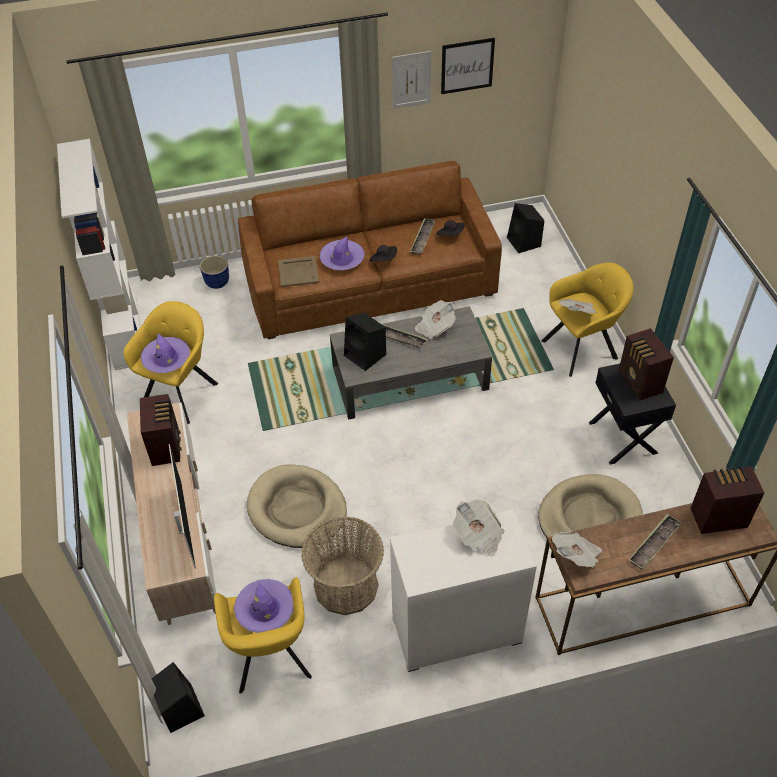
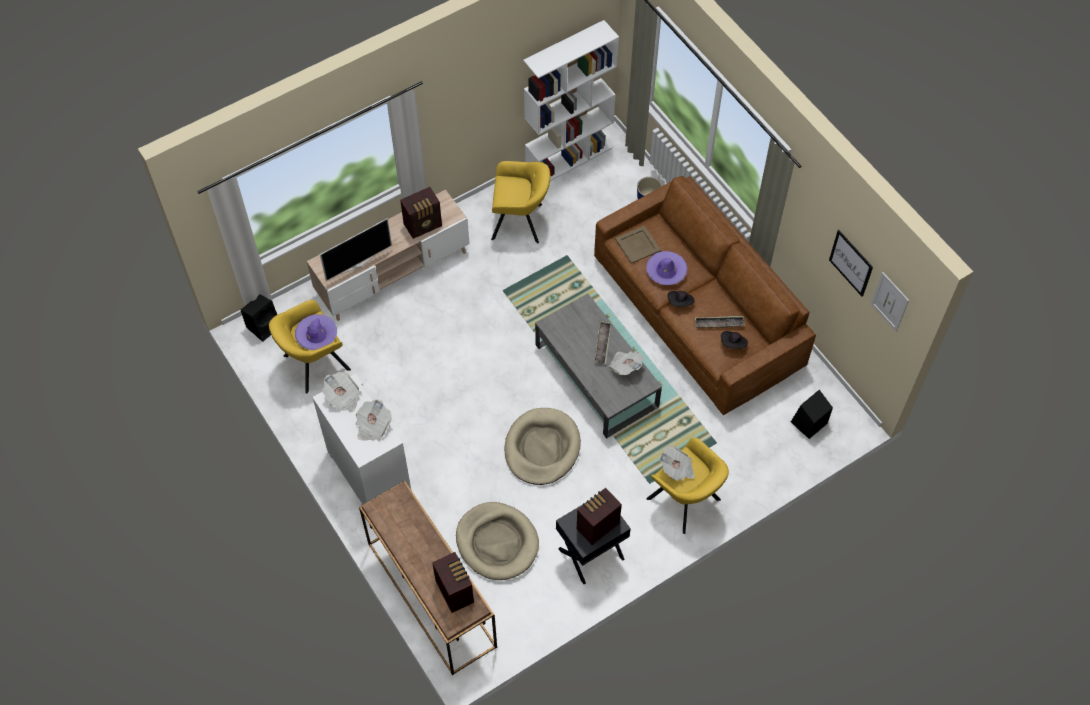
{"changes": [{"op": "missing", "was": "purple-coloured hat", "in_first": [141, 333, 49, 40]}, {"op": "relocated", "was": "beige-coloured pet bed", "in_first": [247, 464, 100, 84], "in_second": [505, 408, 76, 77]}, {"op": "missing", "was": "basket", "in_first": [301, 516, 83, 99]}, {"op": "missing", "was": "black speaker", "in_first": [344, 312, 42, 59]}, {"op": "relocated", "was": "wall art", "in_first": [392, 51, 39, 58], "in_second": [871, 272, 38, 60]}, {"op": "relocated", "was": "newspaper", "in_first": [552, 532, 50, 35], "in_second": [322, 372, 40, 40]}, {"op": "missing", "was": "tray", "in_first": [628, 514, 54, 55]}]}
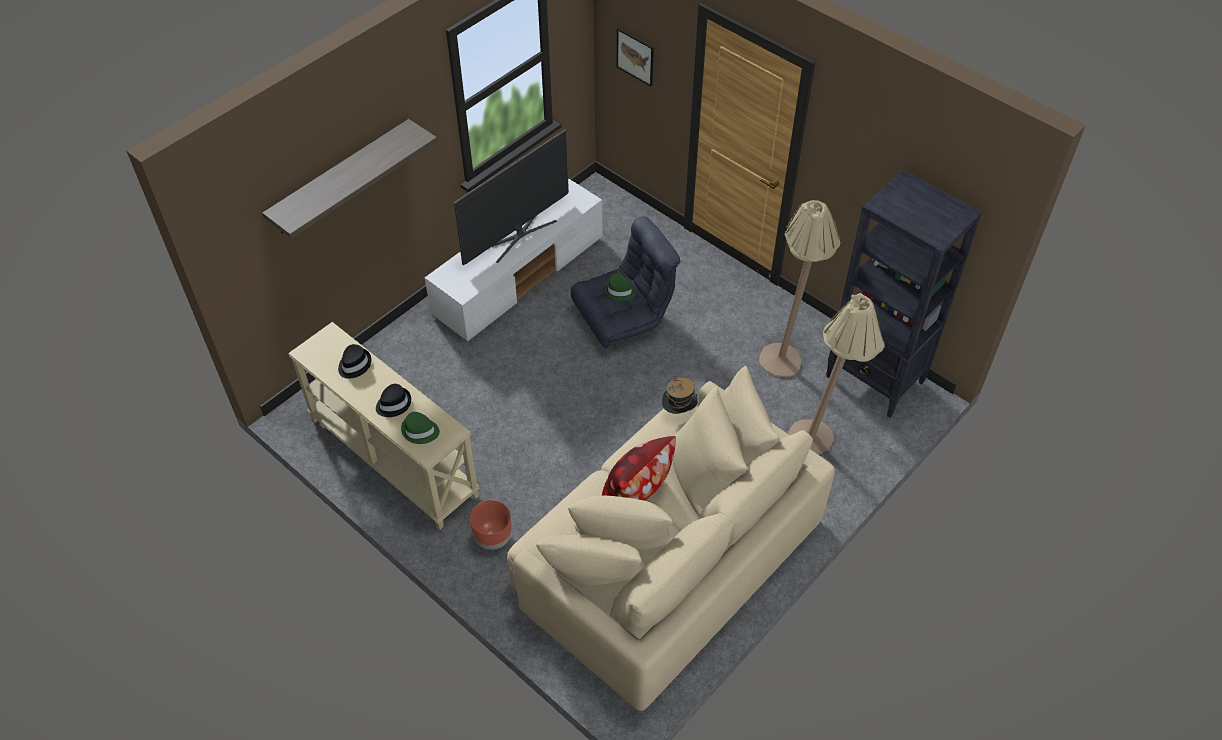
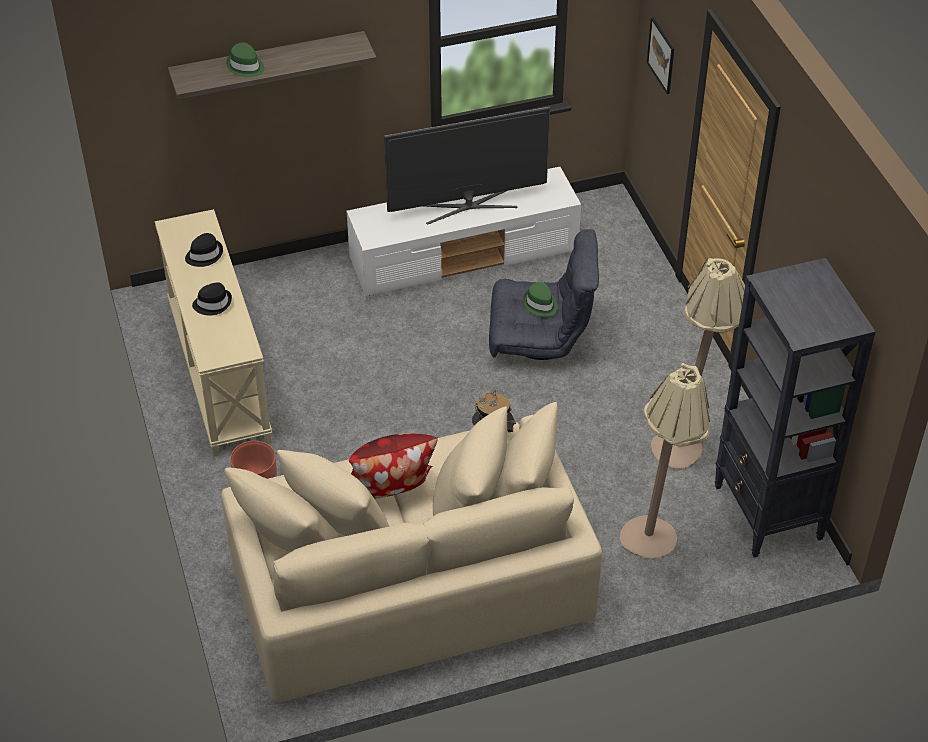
{"changes": [{"op": "relocated", "was": "green hat", "in_first": [401, 412, 39, 32], "in_second": [226, 42, 38, 36]}]}
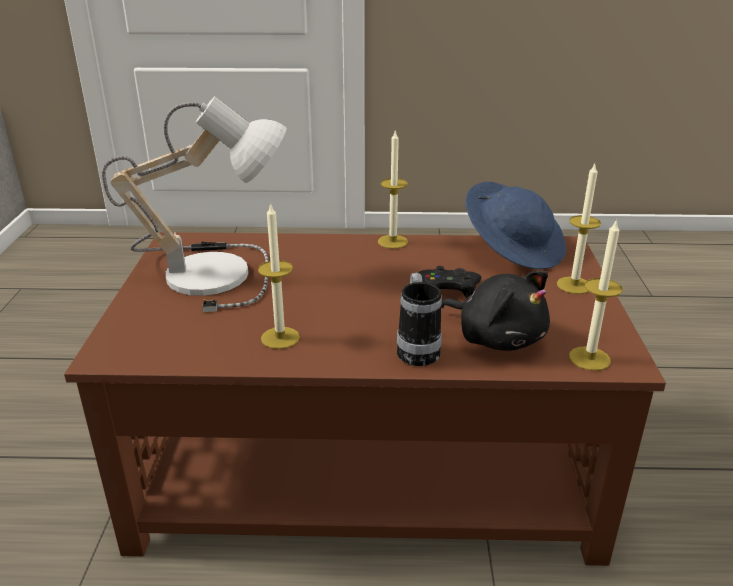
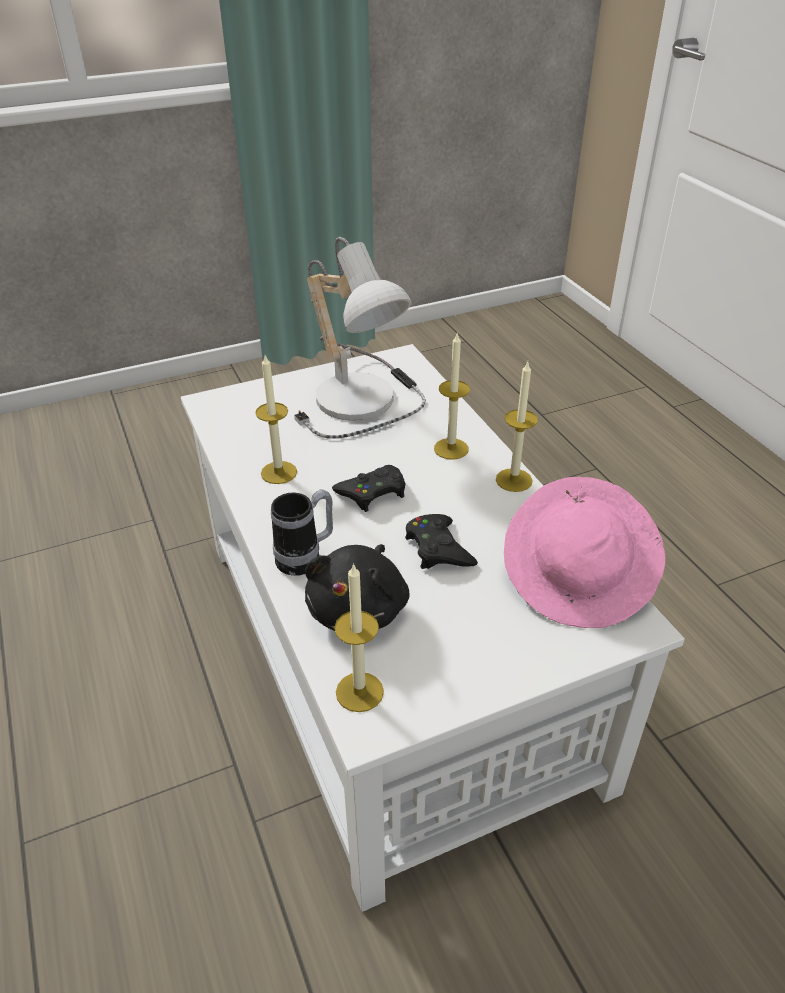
{"changes": [{"op": "colour", "was": "brown lounge table", "now": "white lounge table", "in_first": [64, 232, 602, 334], "in_second": [181, 344, 504, 568]}, {"op": "colour", "was": "blue-coloured hat", "now": "pink-coloured hat", "in_first": [465, 182, 101, 87], "in_second": [504, 477, 161, 151]}, {"op": "relocated", "was": "wax candle", "in_first": [557, 164, 44, 130], "in_second": [434, 333, 36, 127]}, {"op": "appeared", "now": "black gamepad", "in_second": [332, 465, 73, 47]}]}
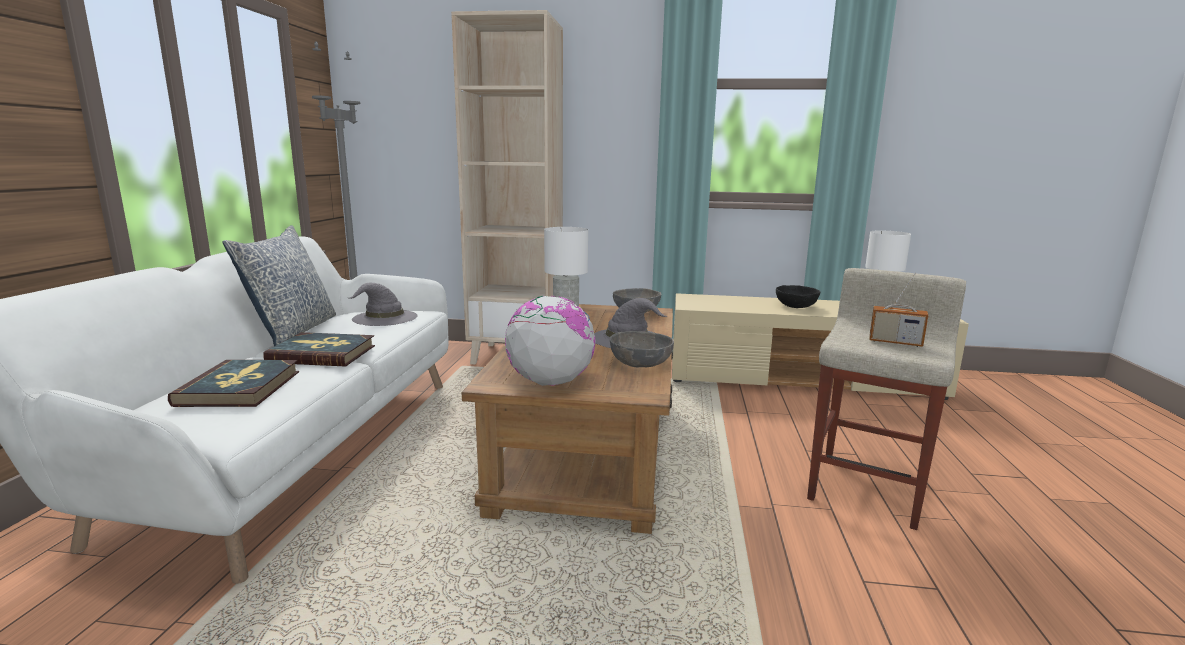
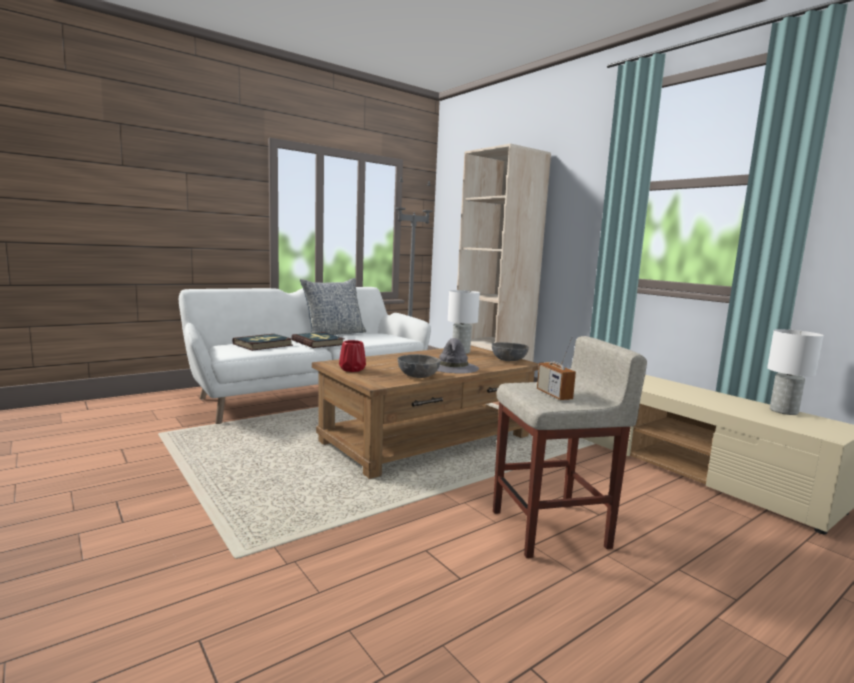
{"changes": [{"op": "missing", "was": "greyish hat", "in_first": [350, 283, 68, 43]}, {"op": "exchanged", "was": "globe", "now": "reddish decorative vase", "in_first": [505, 296, 91, 90], "in_second": [339, 340, 27, 32]}, {"op": "missing", "was": "black bowl", "in_first": [776, 285, 44, 23]}]}
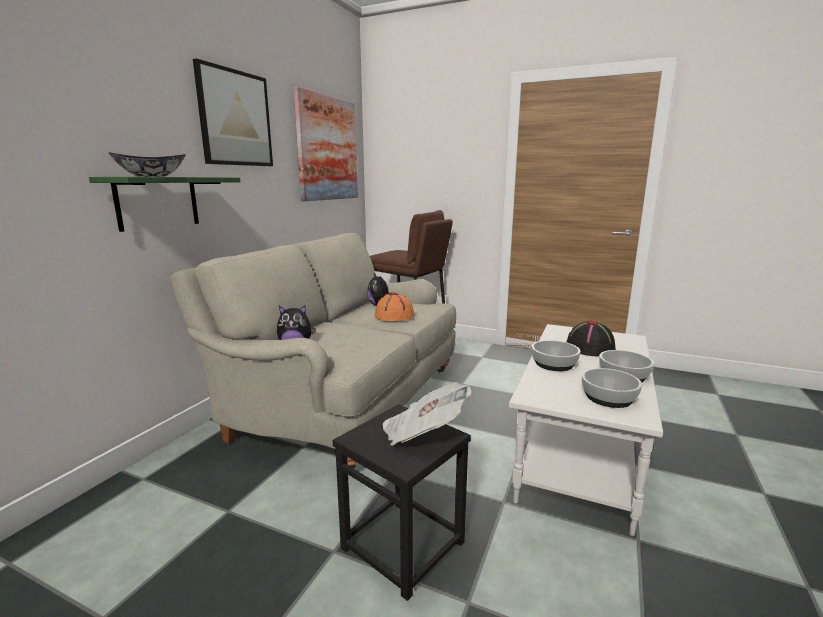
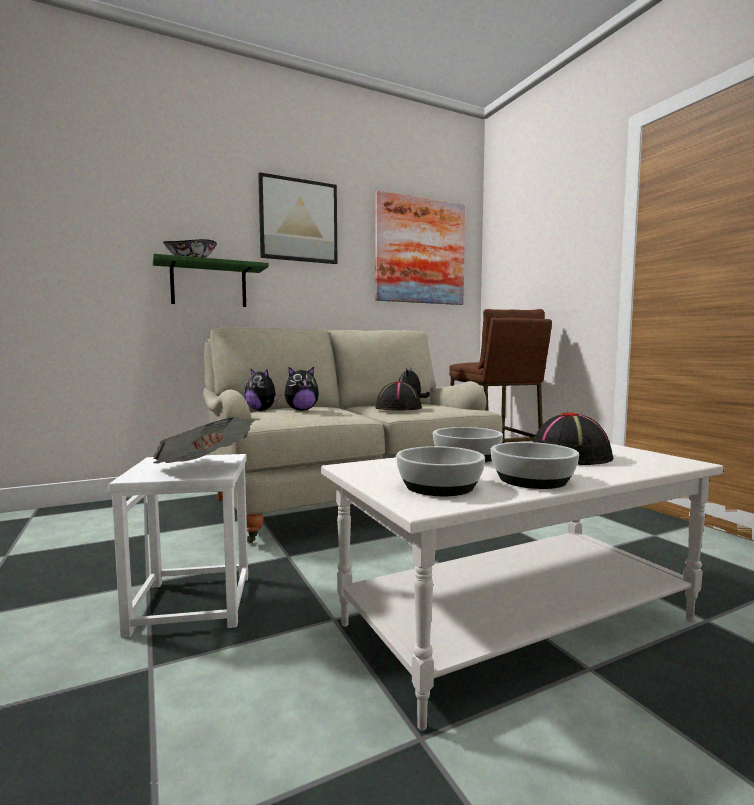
{"changes": [{"op": "colour", "was": "black stool", "now": "white stool", "in_first": [333, 404, 138, 197], "in_second": [108, 454, 140, 184]}, {"op": "colour", "was": "orangey hat", "now": "black hat", "in_first": [375, 292, 39, 29], "in_second": [376, 381, 46, 30]}, {"op": "appeared", "now": "cuddly toy", "in_second": [285, 367, 34, 44]}]}
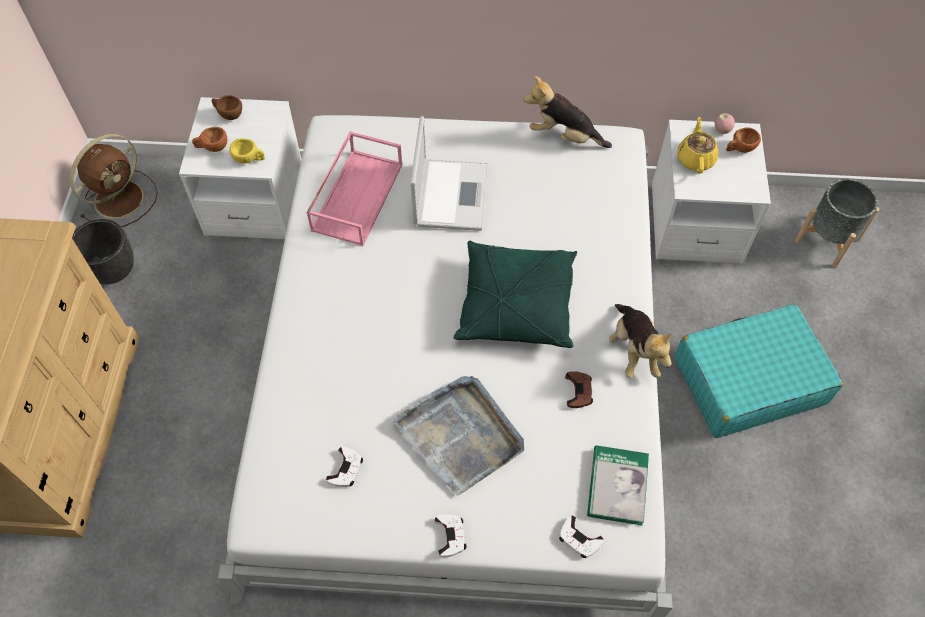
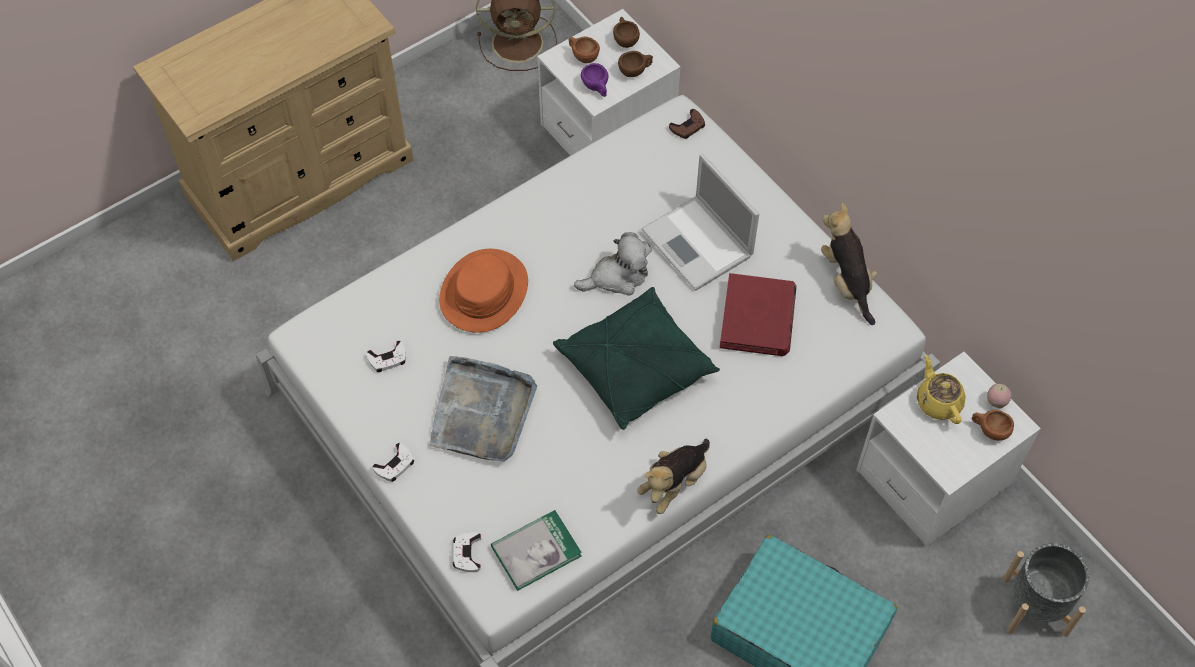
{"changes": [{"op": "missing", "was": "black planter", "in_first": [72, 219, 62, 65]}, {"op": "colour", "was": "yellow small cup", "now": "purple-coloured small cup", "in_first": [229, 138, 36, 26], "in_second": [581, 63, 28, 34]}, {"op": "missing", "was": "pink-coloured tray", "in_first": [306, 131, 97, 115]}, {"op": "spun", "was": "portable computer", "in_first": [410, 116, 78, 115], "in_second": [641, 154, 118, 137], "clockwise": 90}, {"op": "relocated", "was": "brown gamepad", "in_first": [565, 371, 28, 37], "in_second": [669, 109, 36, 30]}, {"op": "spun", "was": "yellow pot for tea", "in_first": [677, 117, 42, 57], "in_second": [917, 355, 49, 69], "clockwise": -75}, {"op": "appeared", "now": "orangey hat", "in_second": [439, 249, 89, 84]}, {"op": "appeared", "now": "cuddly toy", "in_second": [574, 232, 78, 64]}, {"op": "appeared", "now": "brown small cup", "in_second": [618, 51, 35, 26]}, {"op": "appeared", "now": "reddish bound book", "in_second": [720, 273, 77, 83]}]}
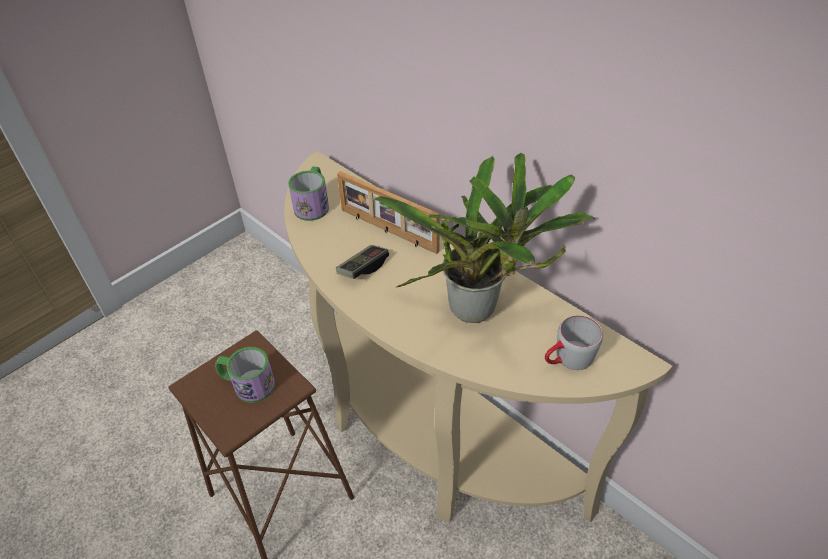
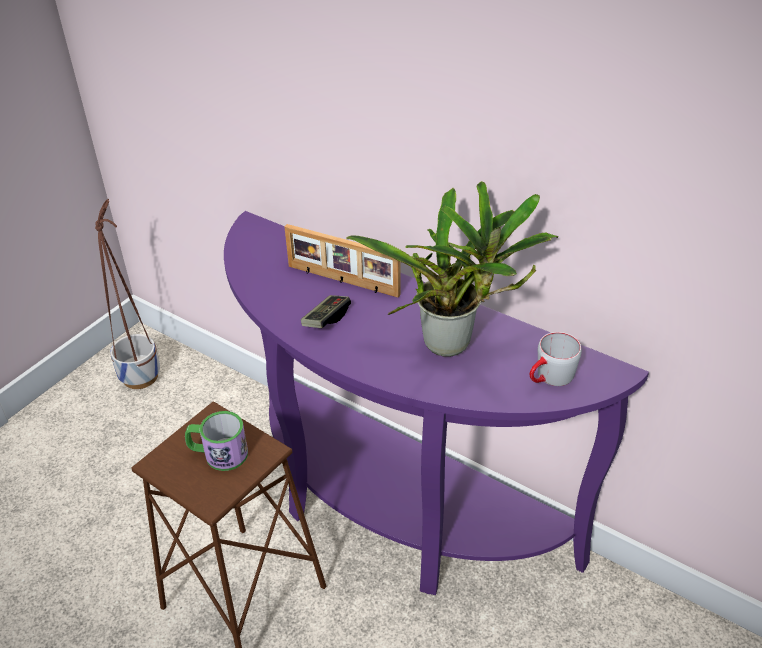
{"changes": [{"op": "colour", "was": "beige-coloured console table", "now": "purple-coloured console table", "in_first": [284, 151, 389, 371], "in_second": [224, 211, 425, 384]}, {"op": "missing", "was": "tea mug", "in_first": [288, 166, 41, 55]}, {"op": "appeared", "now": "planter", "in_second": [95, 199, 65, 190]}]}
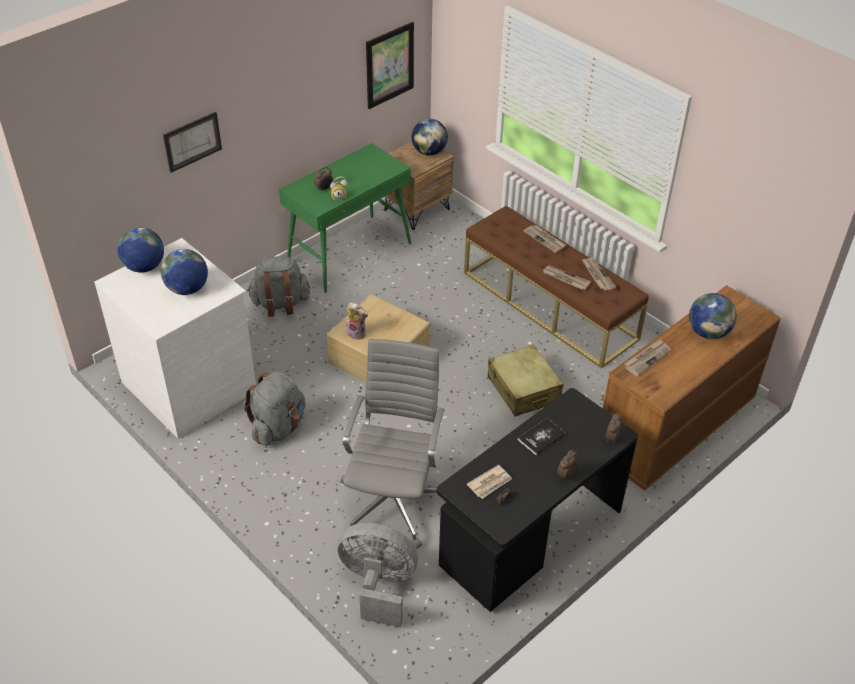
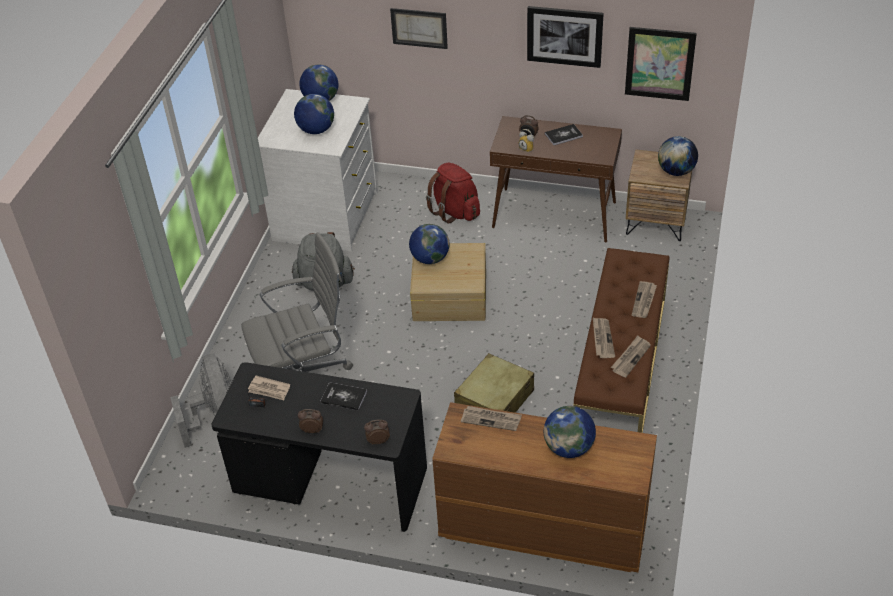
{"changes": [{"op": "colour", "was": "greyish backpack", "now": "reddish backpack", "in_first": [247, 256, 63, 61], "in_second": [426, 163, 54, 60]}, {"op": "colour", "was": "green console table", "now": "brown console table", "in_first": [279, 143, 132, 150], "in_second": [490, 116, 132, 127]}, {"op": "exchanged", "was": "cuddly toy", "now": "globe", "in_first": [346, 302, 22, 38], "in_second": [409, 224, 40, 40]}, {"op": "appeared", "now": "wall art", "in_second": [527, 6, 77, 62]}, {"op": "appeared", "now": "bound book", "in_second": [545, 124, 38, 21]}]}
